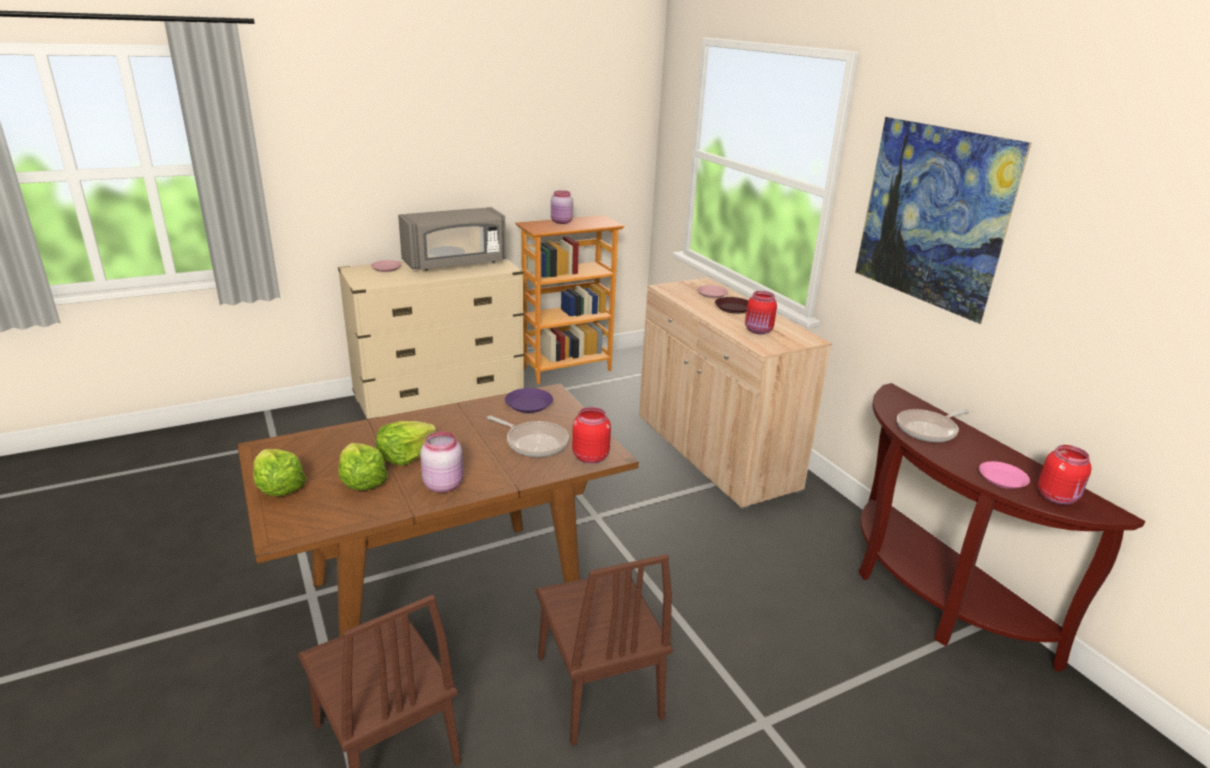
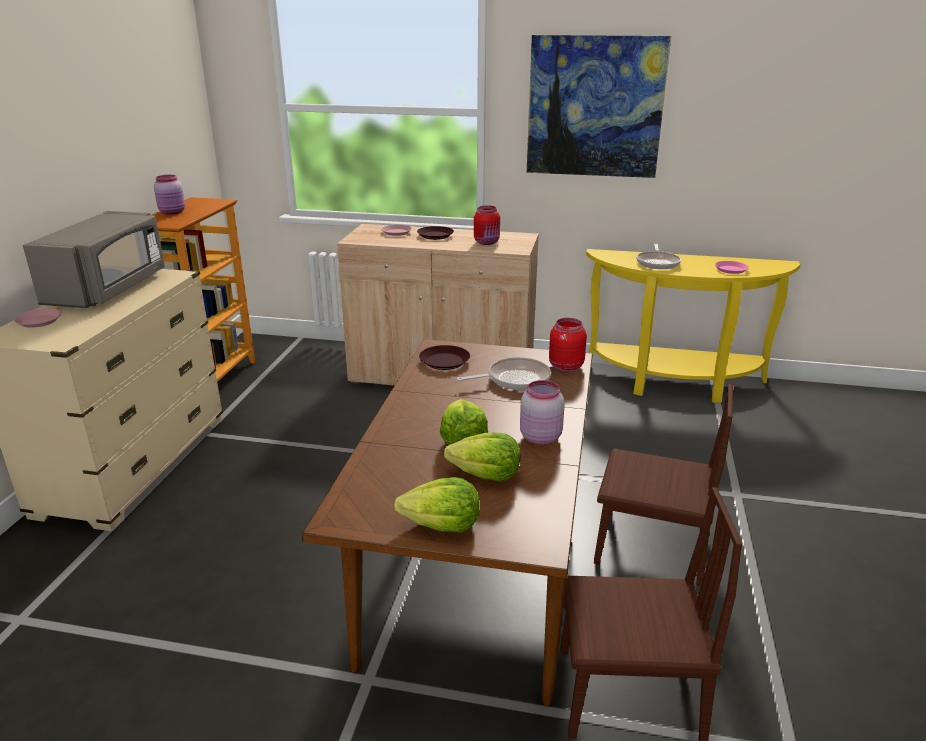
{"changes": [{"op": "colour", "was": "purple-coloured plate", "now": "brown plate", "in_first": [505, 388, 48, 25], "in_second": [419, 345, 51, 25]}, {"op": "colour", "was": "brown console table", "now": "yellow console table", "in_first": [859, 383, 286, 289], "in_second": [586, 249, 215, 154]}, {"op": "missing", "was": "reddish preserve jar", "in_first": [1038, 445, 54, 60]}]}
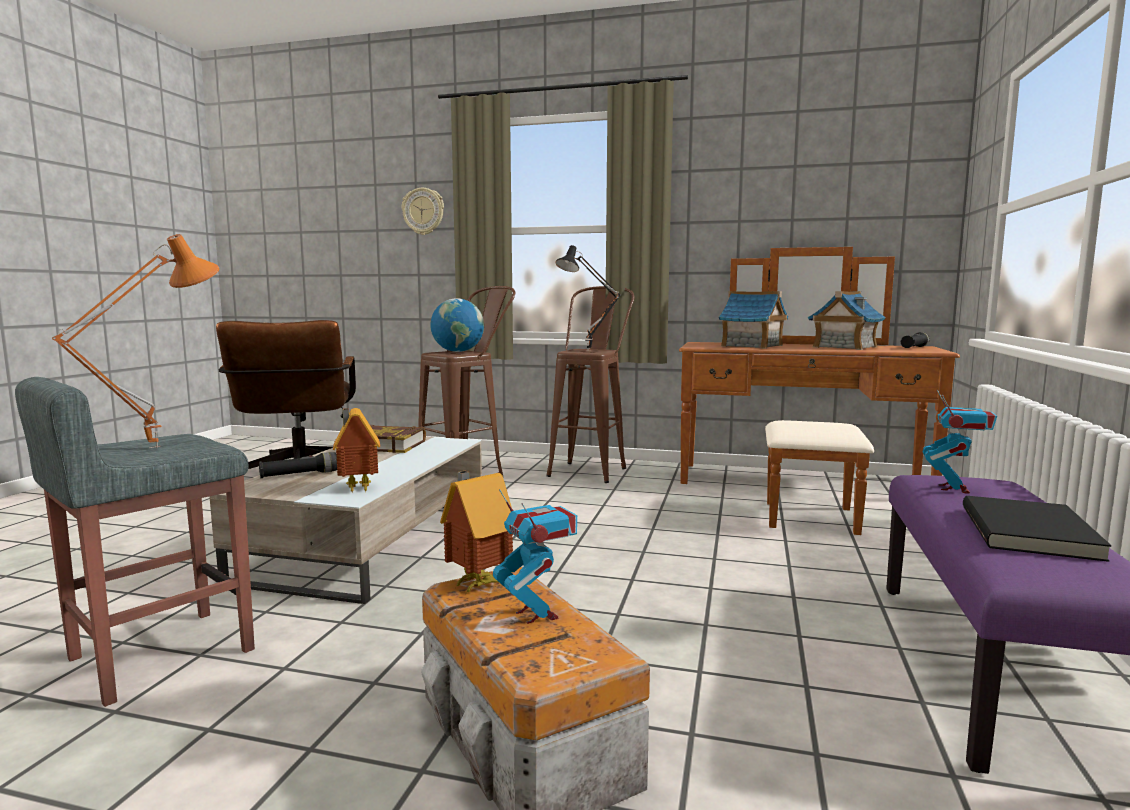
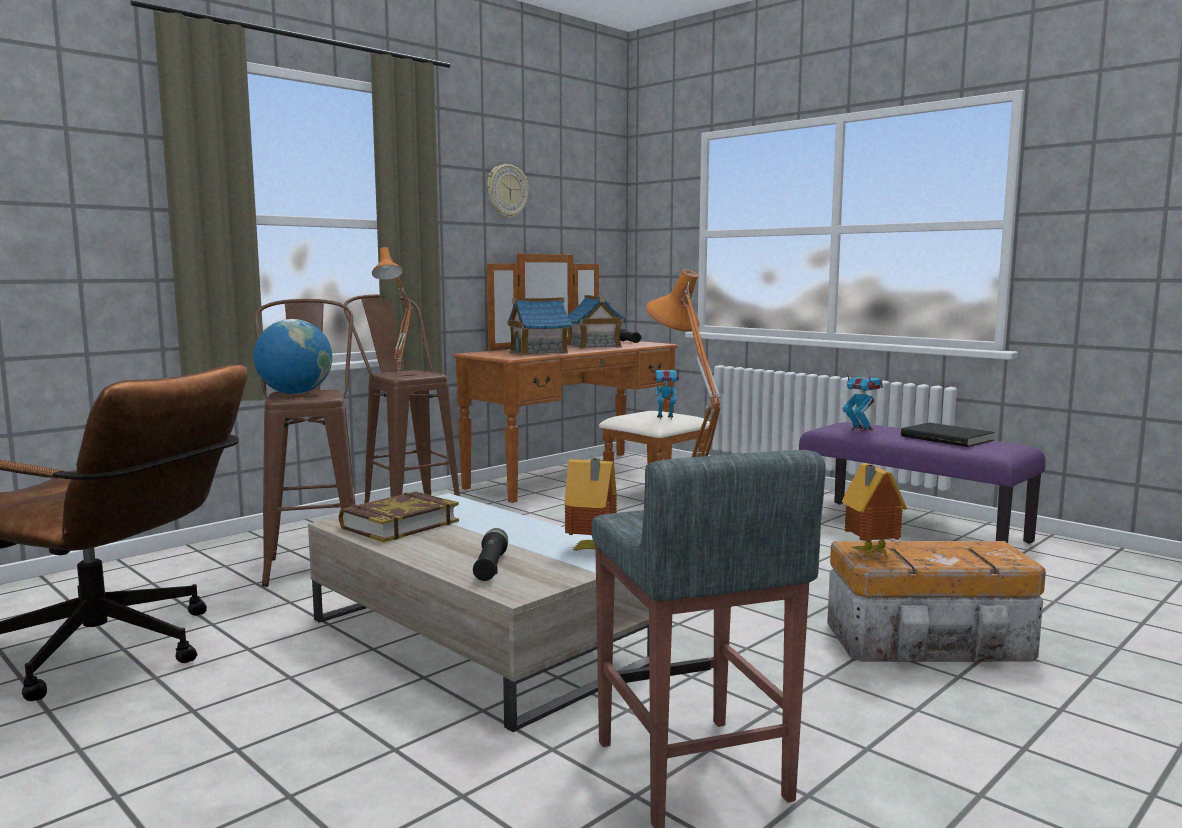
{"changes": [{"op": "relocated", "was": "hanging clock", "in_first": [402, 188, 42, 47], "in_second": [487, 164, 42, 55]}, {"op": "relocated", "was": "model robot", "in_first": [493, 490, 84, 134], "in_second": [653, 363, 26, 56]}, {"op": "colour", "was": "black tabletop lamp", "now": "orangey tabletop lamp", "in_first": [555, 245, 66, 103], "in_second": [372, 247, 41, 127]}]}
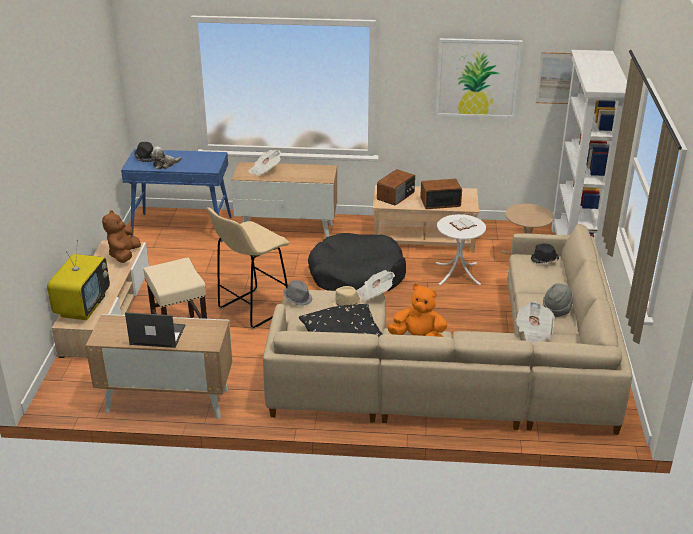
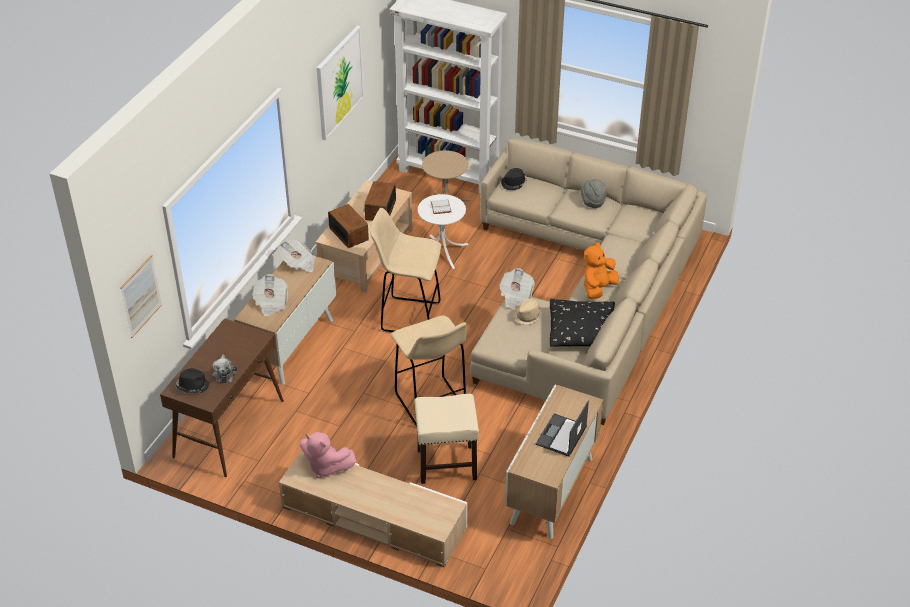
{"changes": [{"op": "missing", "was": "TV set", "in_first": [47, 240, 63, 80]}, {"op": "colour", "was": "brown cuddly toy", "now": "pink-coloured cuddly toy", "in_first": [102, 210, 39, 53], "in_second": [300, 432, 56, 46]}, {"op": "colour", "was": "blue-coloured console table", "now": "brown console table", "in_first": [121, 149, 111, 93], "in_second": [160, 318, 124, 159]}, {"op": "missing", "was": "greyish hat", "in_first": [283, 280, 29, 26]}, {"op": "exchanged", "was": "black pet bed", "now": "beige-coloured stool", "in_first": [308, 233, 98, 58], "in_second": [370, 208, 71, 125]}, {"op": "relocated", "was": "newspaper", "in_first": [516, 301, 39, 43], "in_second": [280, 239, 36, 33]}, {"op": "relocated", "was": "wall art", "in_first": [535, 52, 46, 52], "in_second": [120, 255, 42, 83]}]}
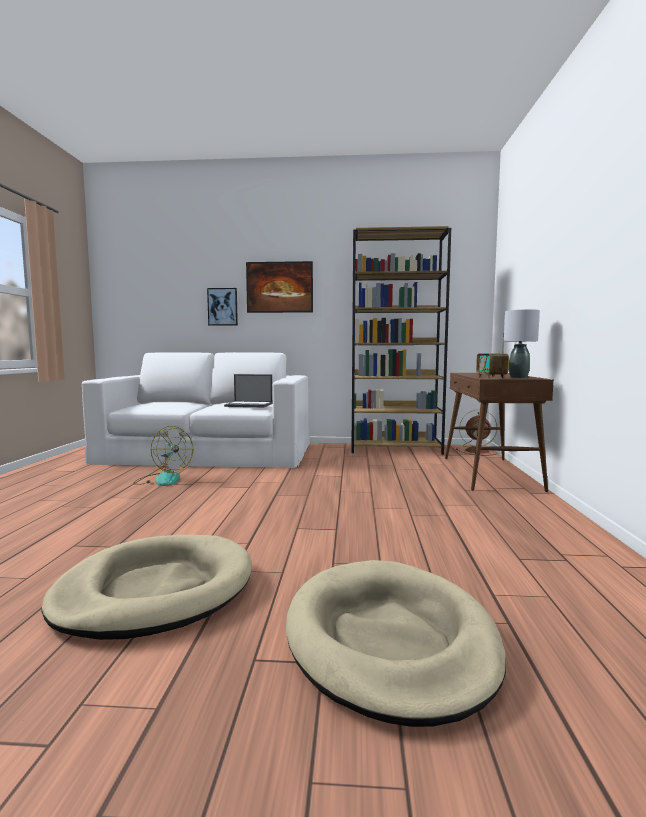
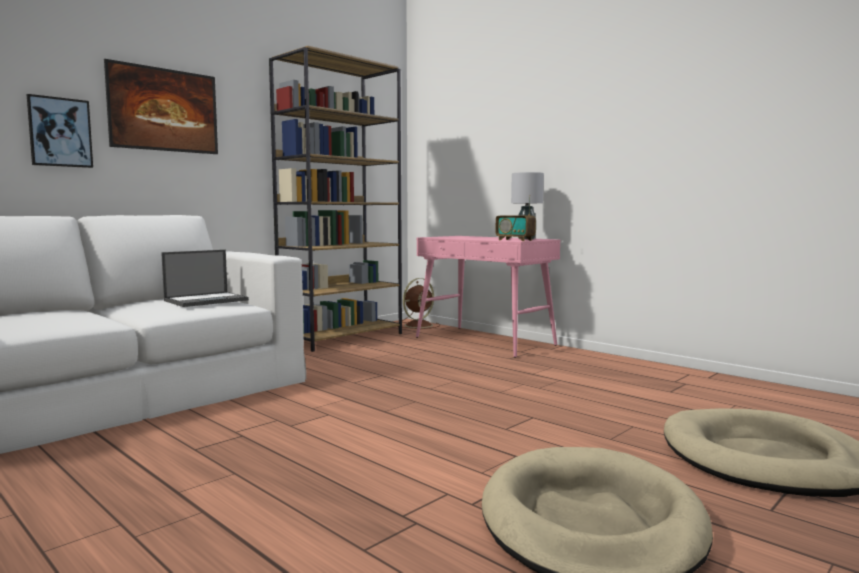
{"changes": [{"op": "missing", "was": "electric fan", "in_first": [133, 426, 60, 60]}, {"op": "colour", "was": "brown console table", "now": "pink-coloured console table", "in_first": [445, 373, 109, 119], "in_second": [416, 236, 144, 122]}]}
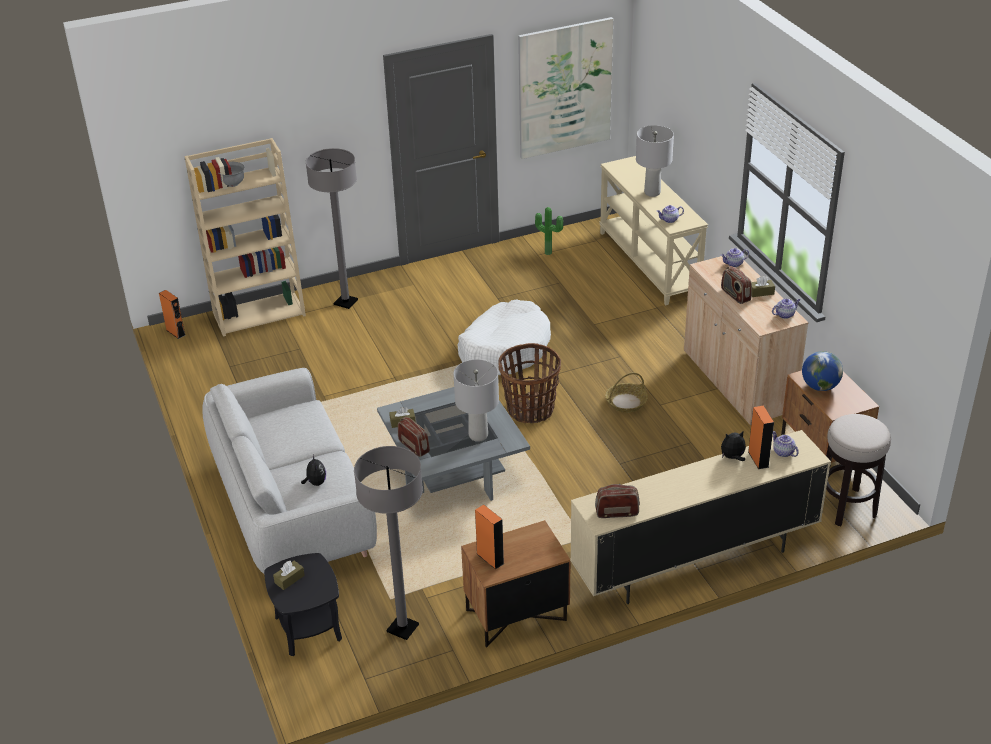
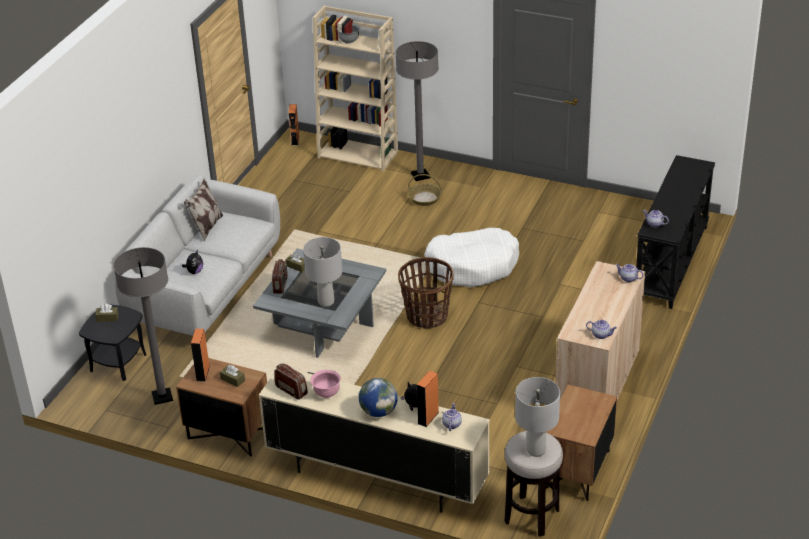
{"changes": [{"op": "missing", "was": "wall art", "in_first": [518, 17, 95, 142]}, {"op": "missing", "was": "potted plant", "in_first": [535, 207, 28, 48]}, {"op": "colour", "was": "beige-coloured console table", "now": "black console table", "in_first": [599, 156, 109, 149], "in_second": [636, 155, 79, 154]}, {"op": "relocated", "was": "basket", "in_first": [605, 372, 43, 41], "in_second": [408, 174, 34, 32]}, {"op": "relocated", "was": "greyish tabletop lamp", "in_first": [636, 125, 38, 72], "in_second": [515, 377, 45, 80]}, {"op": "missing", "was": "radio set", "in_first": [721, 266, 31, 38]}, {"op": "relocated", "was": "brown box of tissues", "in_first": [751, 276, 24, 21], "in_second": [220, 365, 25, 22]}, {"op": "relocated", "was": "globe", "in_first": [802, 351, 41, 40], "in_second": [359, 378, 39, 39]}, {"op": "appeared", "now": "pillow", "in_second": [184, 179, 39, 62]}, {"op": "appeared", "now": "pink-coloured bowl", "in_second": [311, 370, 30, 28]}]}
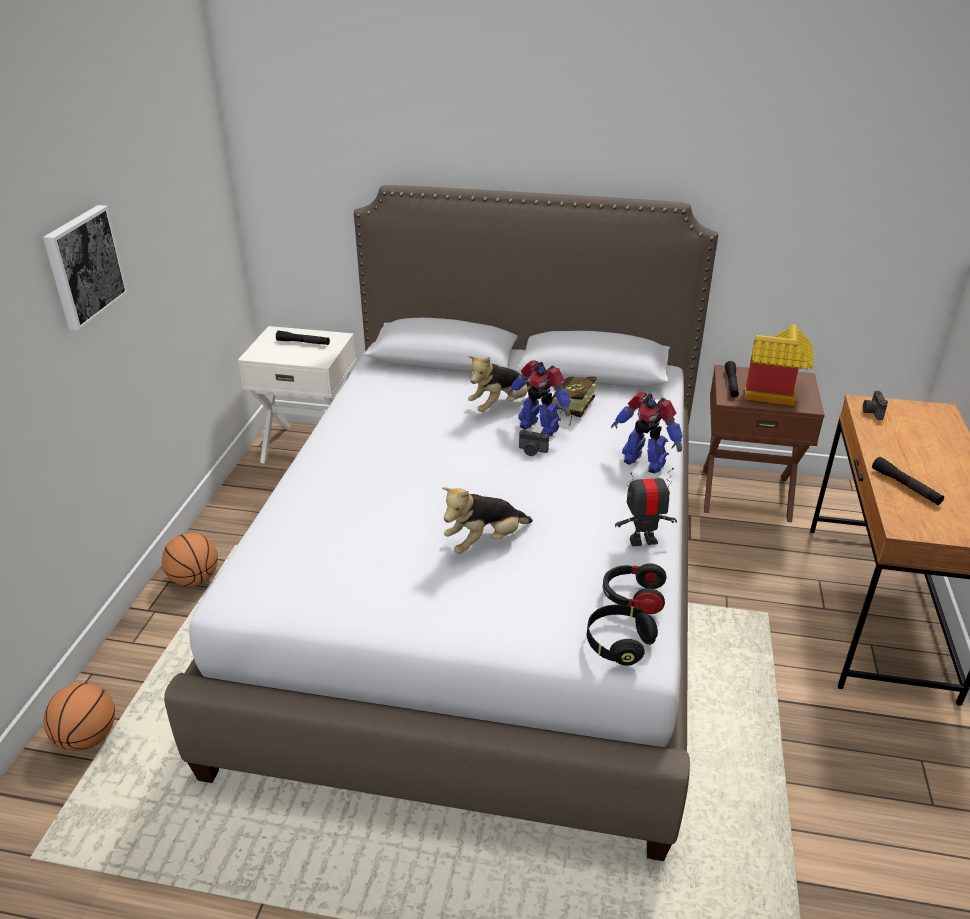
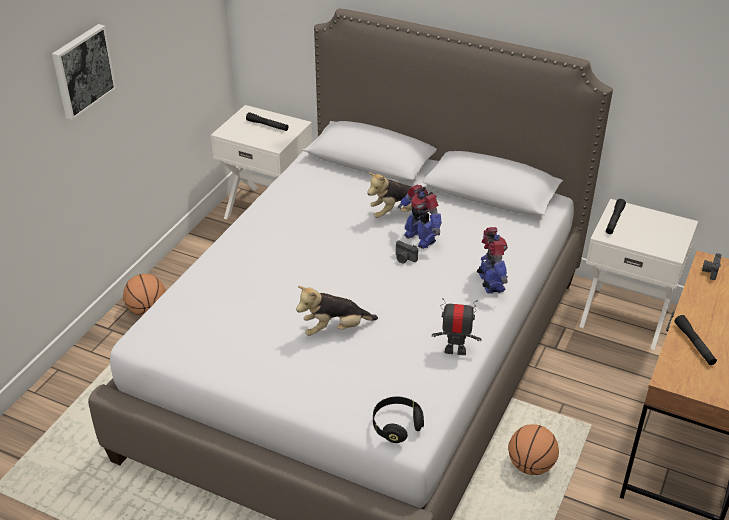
{"changes": [{"op": "relocated", "was": "ball for basketball", "in_first": [44, 683, 71, 68], "in_second": [508, 424, 51, 51]}, {"op": "missing", "was": "bound book", "in_first": [551, 377, 45, 49]}, {"op": "missing", "was": "headphones", "in_first": [603, 563, 63, 51]}, {"op": "spun", "was": "model robot", "in_first": [611, 392, 72, 81], "in_second": [477, 227, 31, 67], "clockwise": -150}, {"op": "colour", "was": "brown bedside table", "now": "white bedside table", "in_first": [703, 365, 122, 158], "in_second": [579, 199, 119, 151]}, {"op": "missing", "was": "miniature house", "in_first": [745, 324, 69, 82]}]}
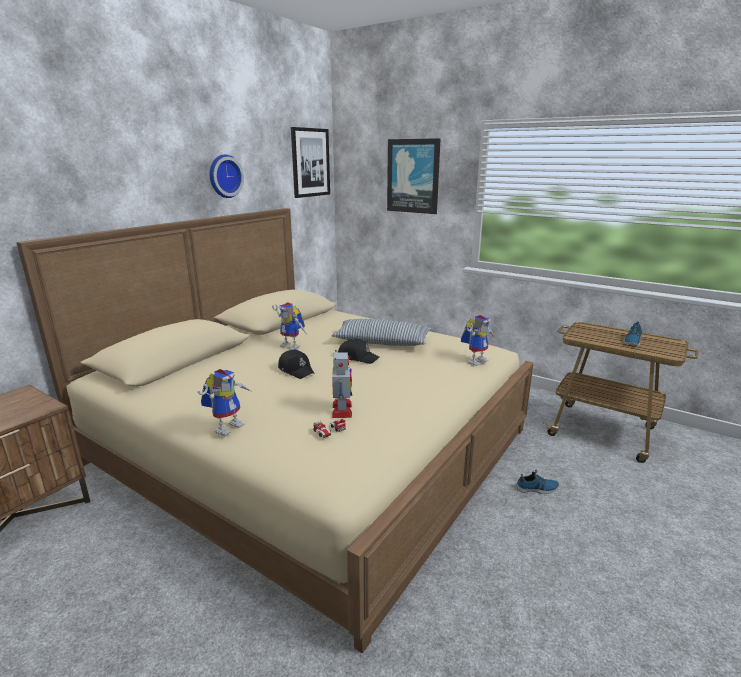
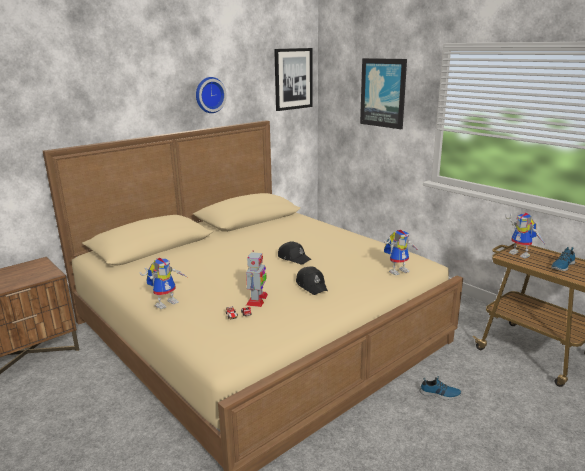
{"changes": [{"op": "relocated", "was": "model robot", "in_first": [272, 302, 34, 48], "in_second": [505, 213, 40, 45]}, {"op": "relocated", "was": "black peaked cap", "in_first": [278, 350, 37, 29], "in_second": [296, 266, 32, 29]}, {"op": "missing", "was": "pillow", "in_first": [331, 319, 100, 27]}]}
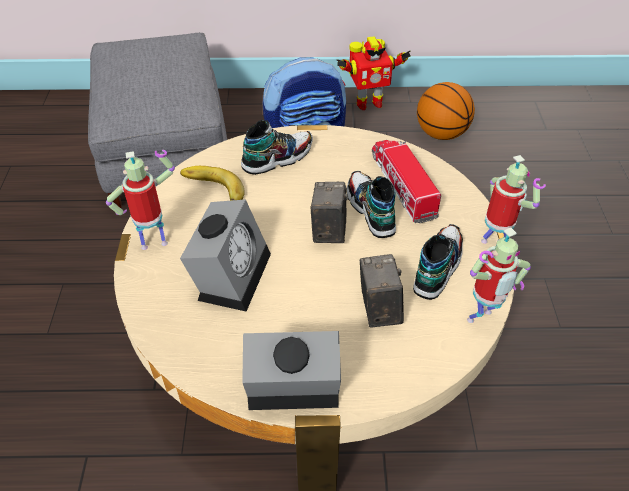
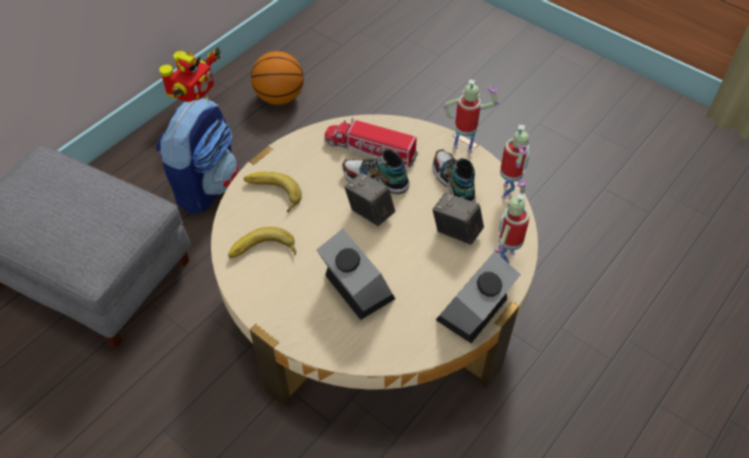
{"changes": [{"op": "relocated", "was": "model robot", "in_first": [106, 150, 69, 100], "in_second": [494, 180, 36, 83]}, {"op": "exchanged", "was": "shoe", "now": "banana fruit", "in_first": [241, 120, 72, 55], "in_second": [244, 172, 58, 40]}]}
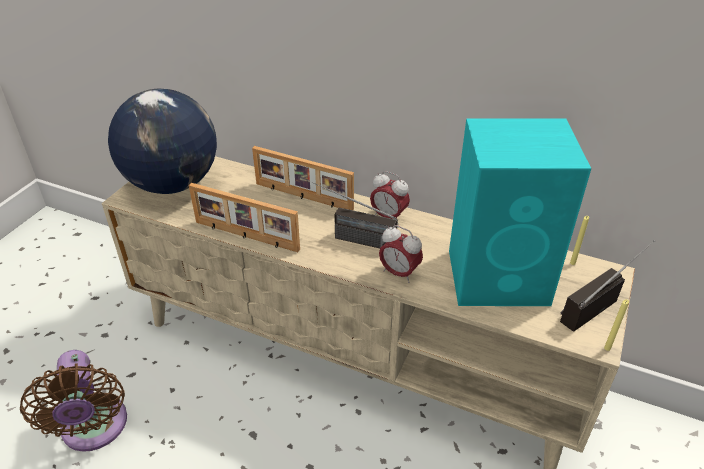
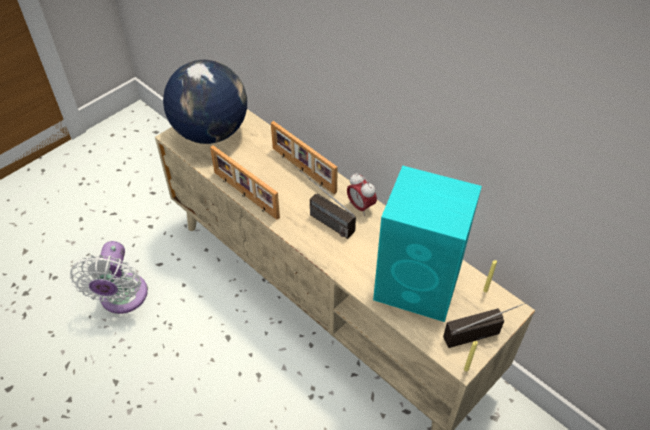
{"changes": [{"op": "colour", "was": "brown electric fan", "now": "white electric fan", "in_first": [20, 350, 107, 102], "in_second": [70, 241, 78, 73]}, {"op": "missing", "was": "alarm clock", "in_first": [379, 225, 44, 58]}]}
